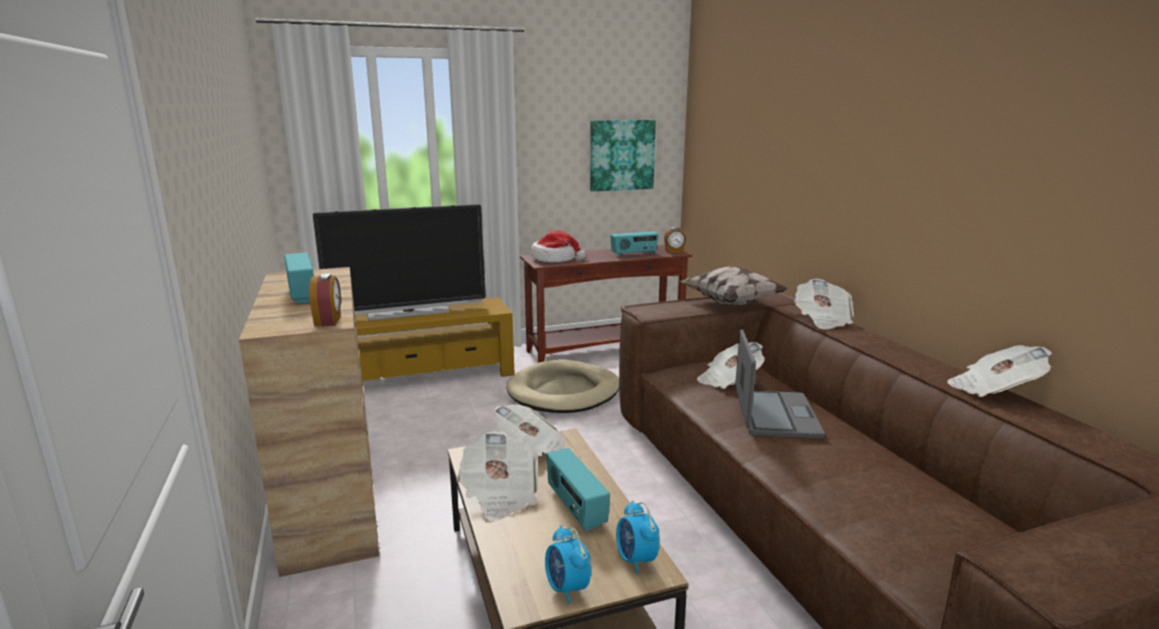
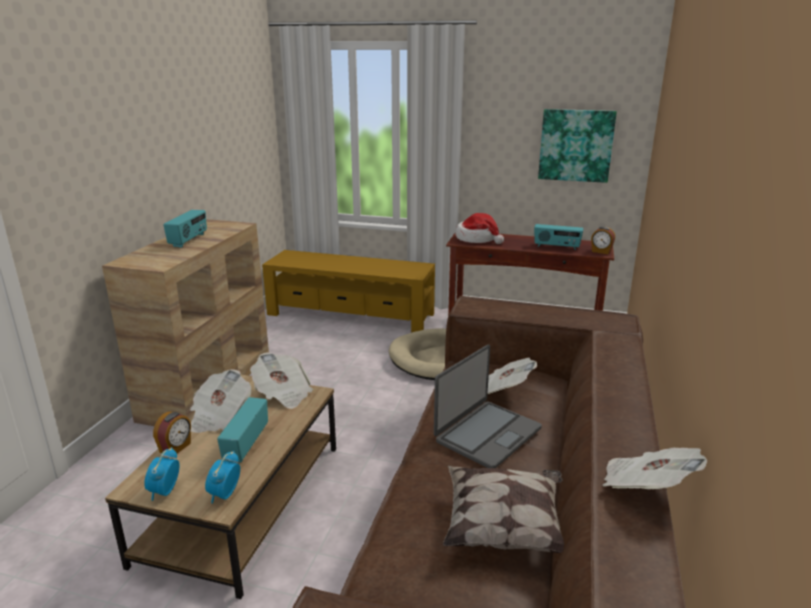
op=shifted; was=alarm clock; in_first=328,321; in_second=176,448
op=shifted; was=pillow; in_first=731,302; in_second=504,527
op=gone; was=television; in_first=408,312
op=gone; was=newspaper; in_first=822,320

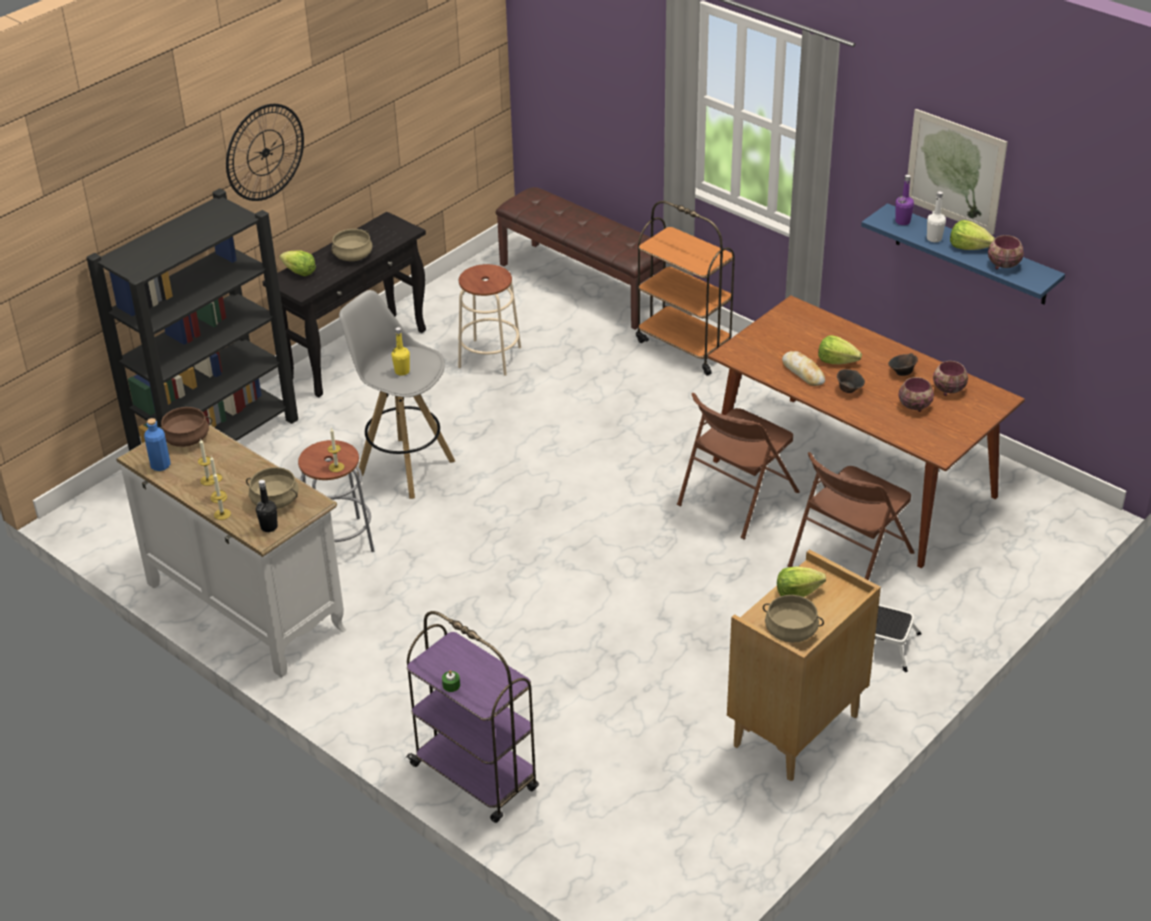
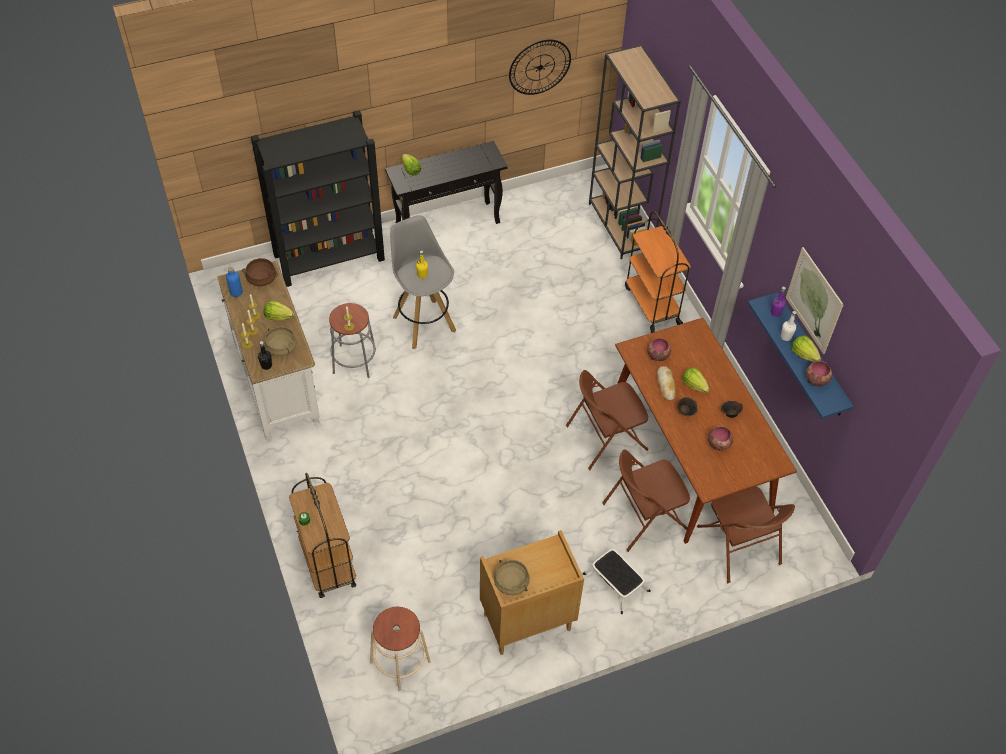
op=shifted; was=lettuce; in_first=797,592; in_second=278,316
op=repainted; was=purple cart; now=brown cart; in_first=475,779; in_second=327,563
op=shifted; was=beige stool; in_first=490,357; in_second=400,662
op=shifted; was=wall clock; in_first=265,152; in_second=540,67
op=swapped; was=brown bench; now=bookcase; in_first=584,284; in_second=621,226
op=shifted; was=bowl; in_first=947,389; in_second=657,355
op=new; now=brown chair; in_second=738,545
op=gone; was=beige cooking pot; in_first=353,256

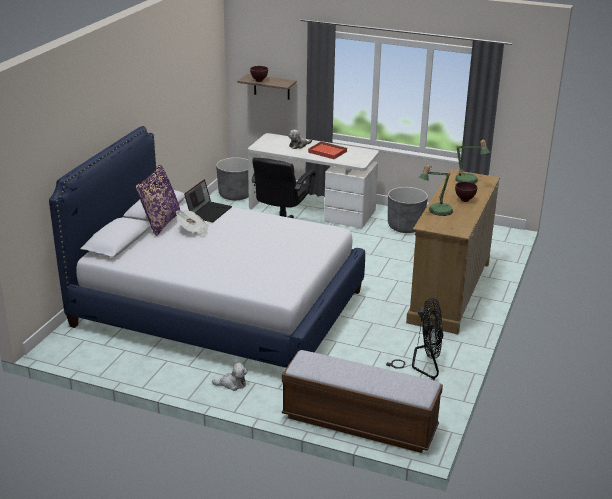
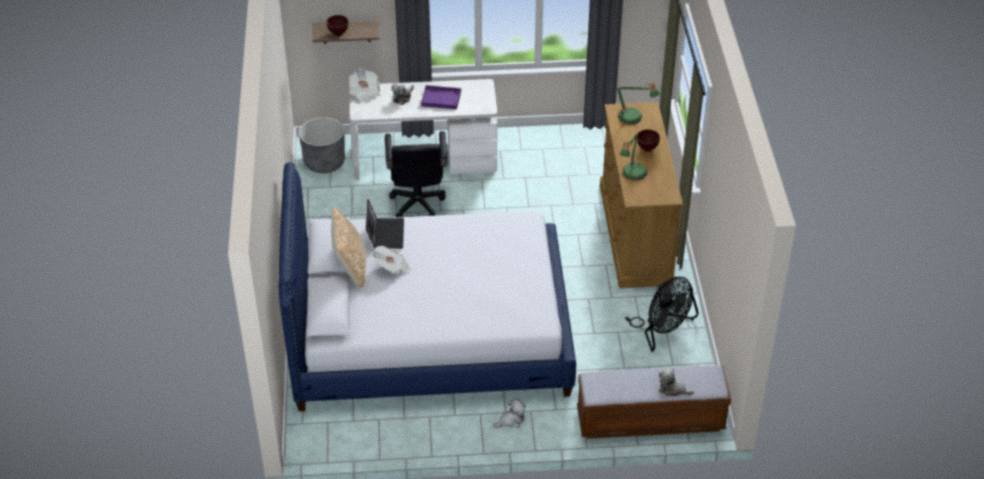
op=repainted; was=purple pillow; now=beige pillow; in_first=161,224; in_second=350,268
op=new; now=newspaper; in_second=365,93
op=repainted; was=red tray; now=purple tray; in_first=326,152; in_second=440,99
op=rotated; was=black fan; in_first=422,361; in_second=661,329; clockwise=60
op=new; now=plush toy; in_second=673,389
op=gone; was=grey planter; in_first=405,226

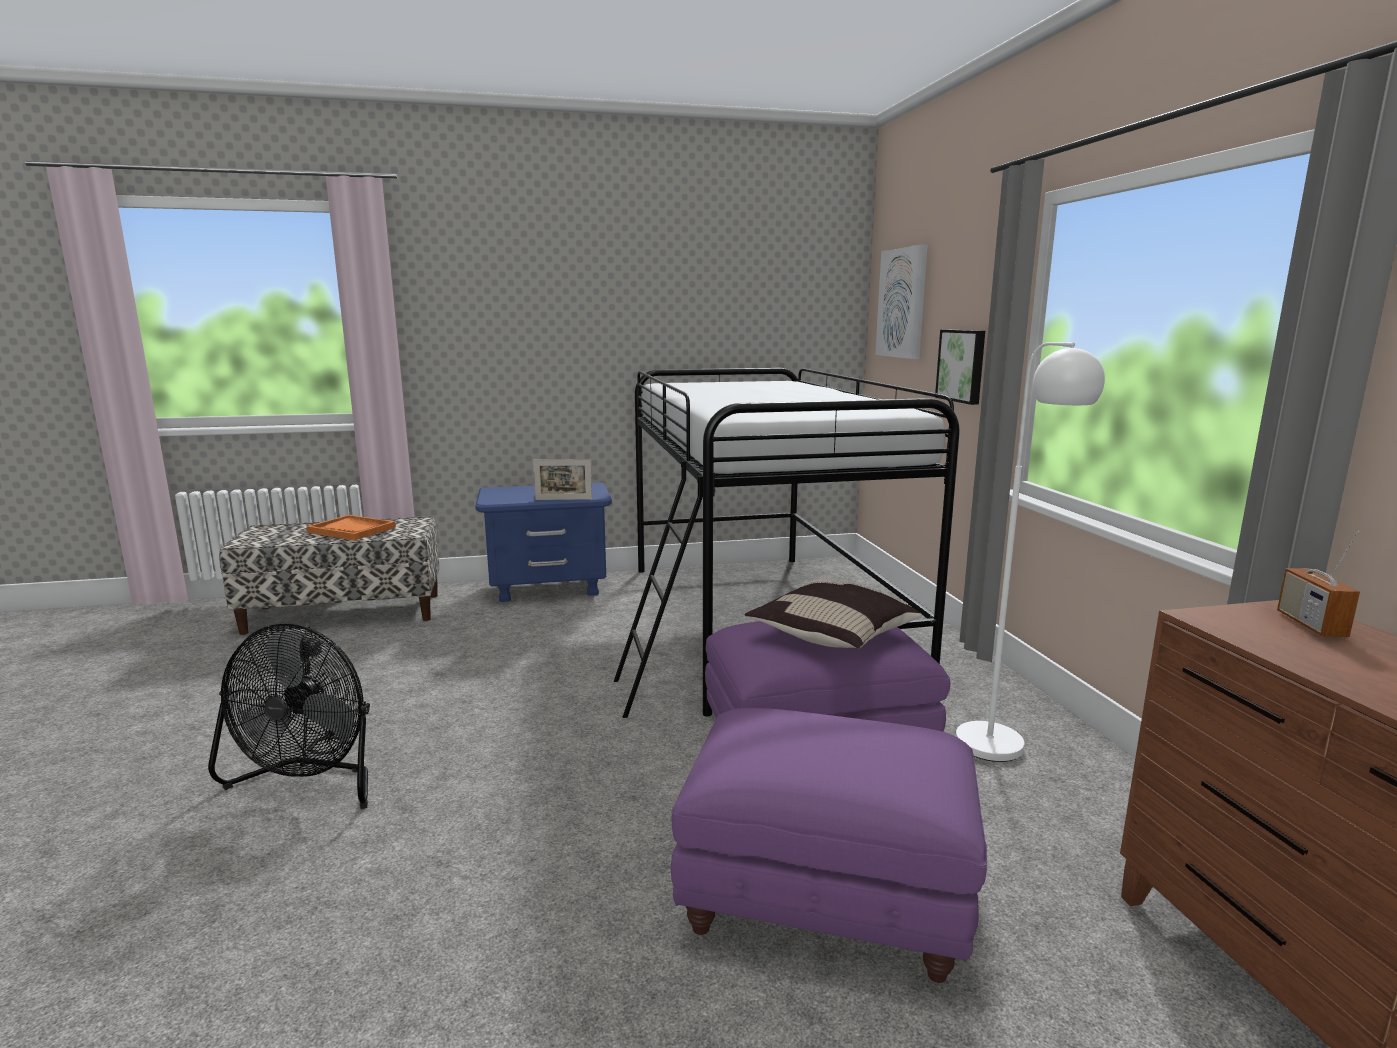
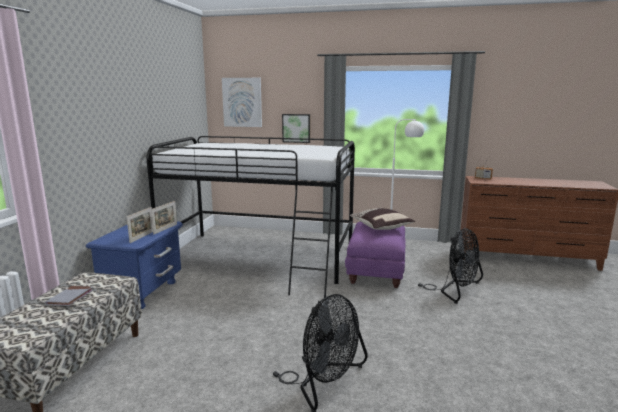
op=swapped; was=orange tray; now=grey book; in_first=352,530; in_second=70,298
op=new; now=picture frame; in_second=142,237
op=swapped; was=purple ottoman; now=black fan; in_first=827,898; in_second=454,290

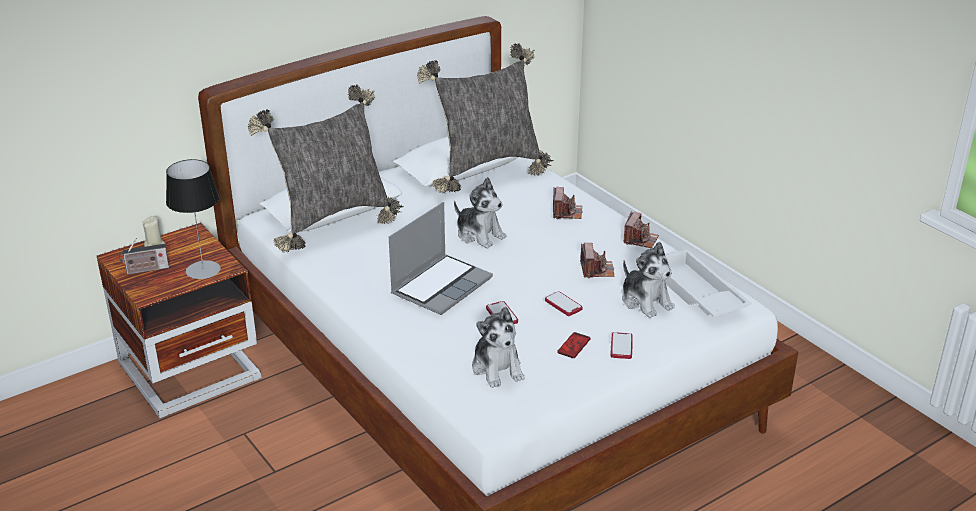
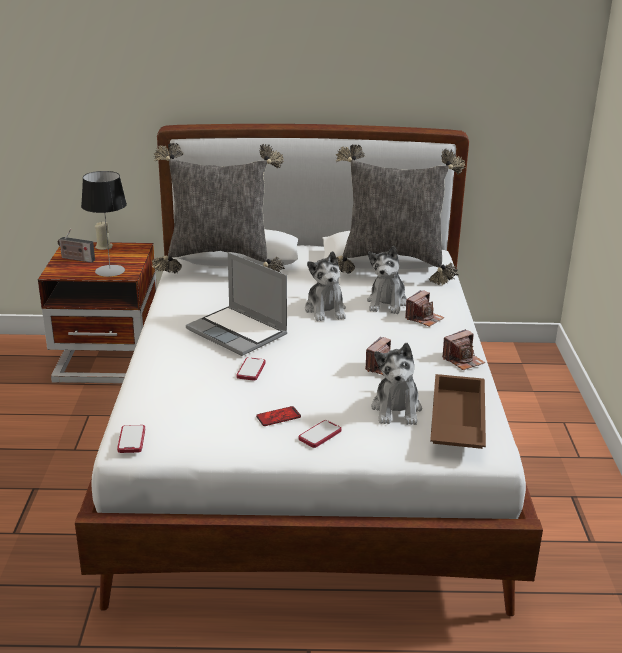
op=shifted; was=phone; in_first=563,305; in_second=131,440
op=rotated; was=laptop; in_first=441,285; in_second=238,332; clockwise=60
op=shifted; was=plush toy; in_first=497,368; in_second=387,303
op=repainted; was=white tray; now=brown tray; in_first=696,293; in_second=455,421

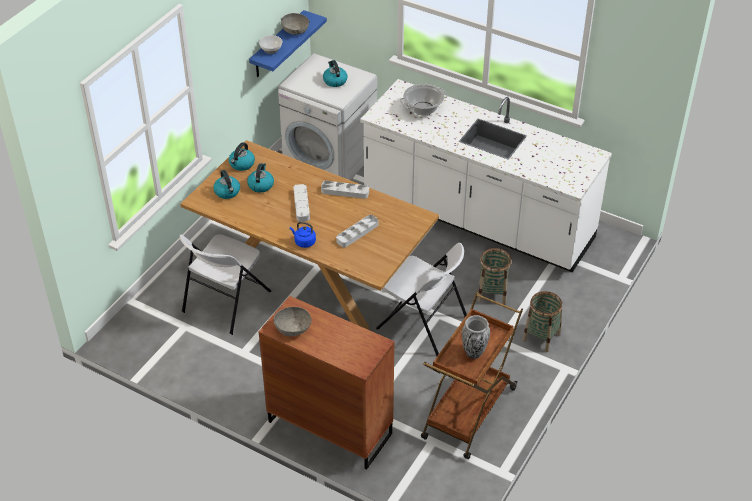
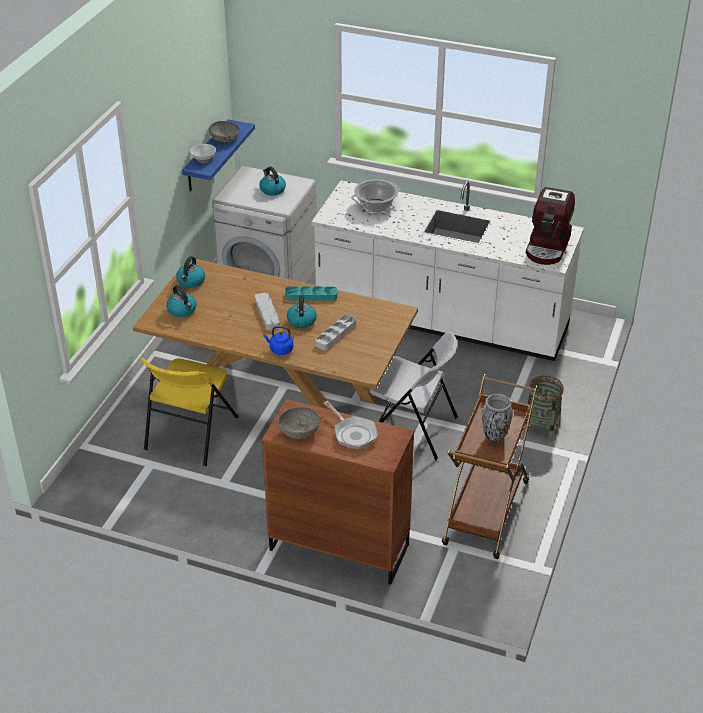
op=repainted; was=white chair; now=yellow chair; in_first=226,301; in_second=191,433
op=repainted; was=grey tray; now=turquoise tray; in_first=345,191; in_second=311,296
op=shifted; was=kettle; in_first=261,185; in_second=301,320
op=new; now=frying pan; in_second=353,433
op=new; now=coffee machine; in_second=548,247
op=gone; was=basket; in_first=492,293

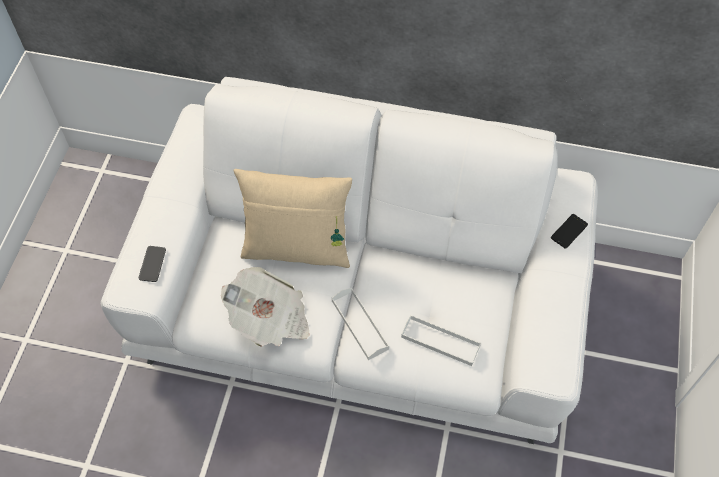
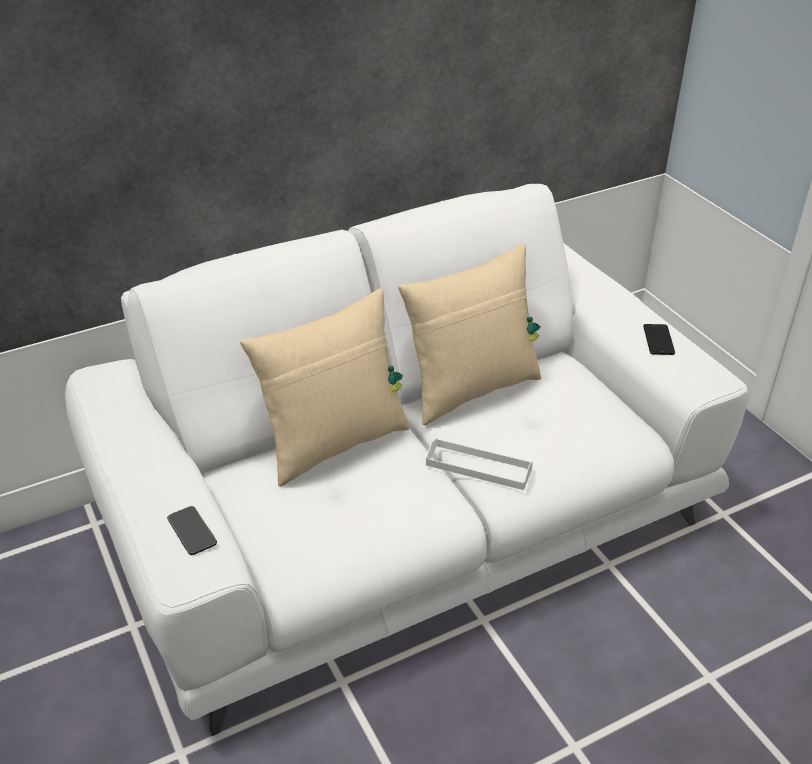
op=new; now=beige pillow; in_second=471,390
op=shifted; was=phone; in_first=569,231; in_second=658,340
op=gone; was=newspaper; in_first=270,319
op=gone; was=white tray; in_first=440,341

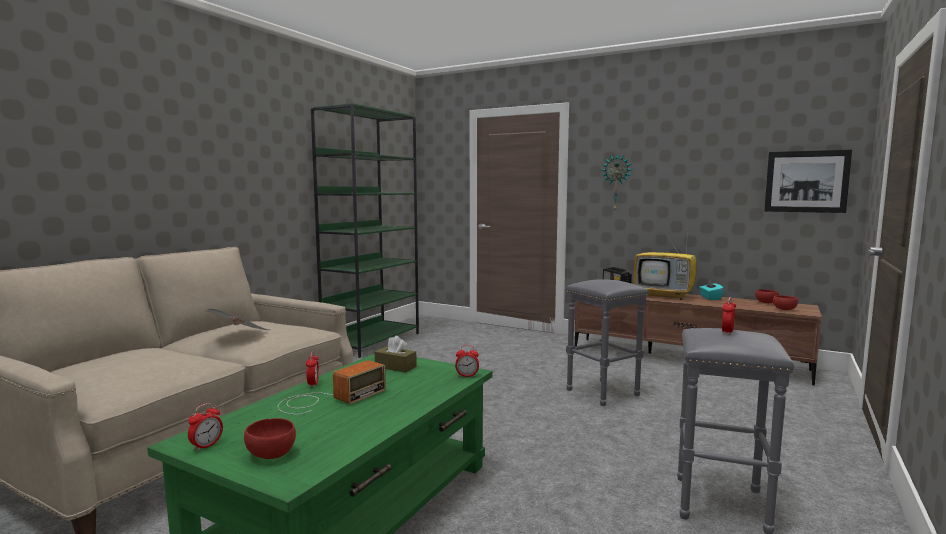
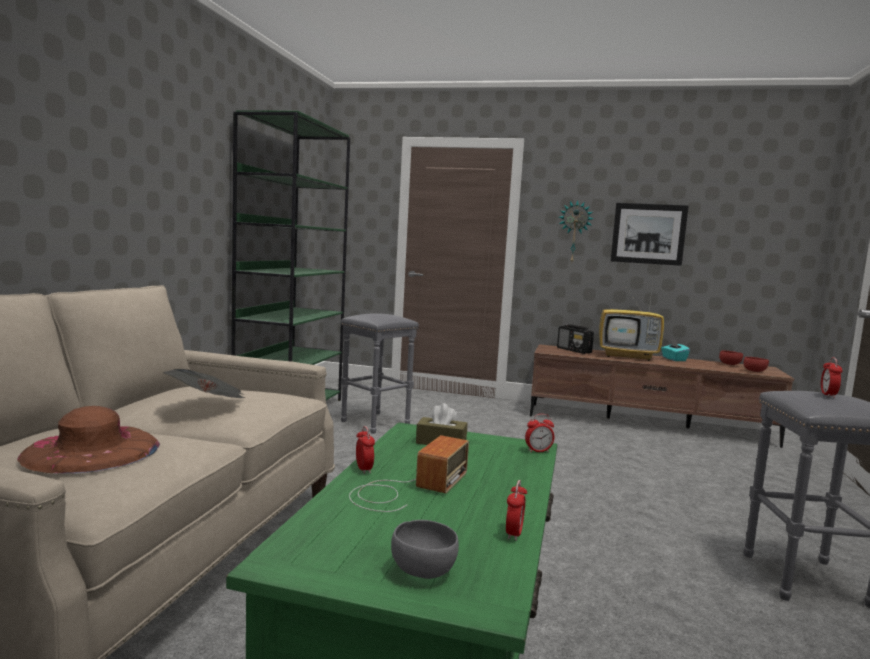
op=new; now=brown hat; in_second=92,450
op=shifted; was=grey stool; in_first=602,391; in_second=375,422
op=repainted; was=red bowl; now=grey bowl; in_first=271,454; in_second=423,571
op=shifted; was=alarm clock; in_first=206,446; in_second=514,534
op=shifted; was=picture; in_first=806,181; in_second=648,234

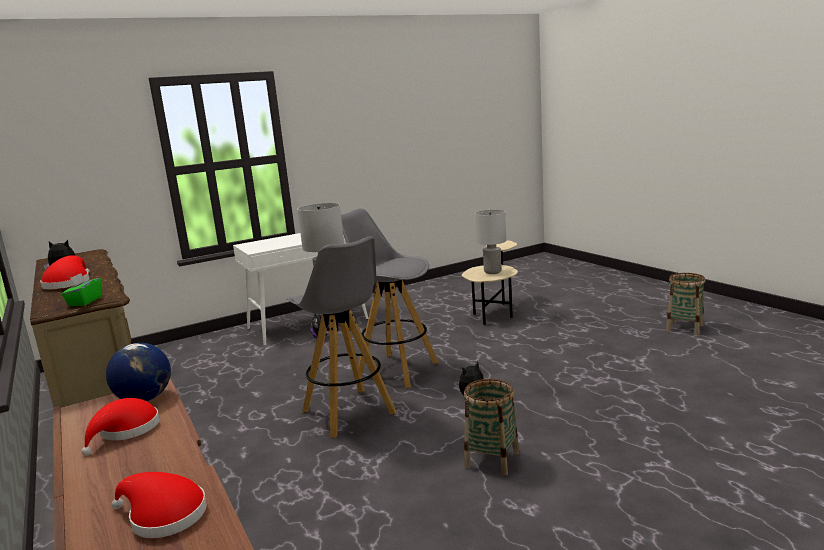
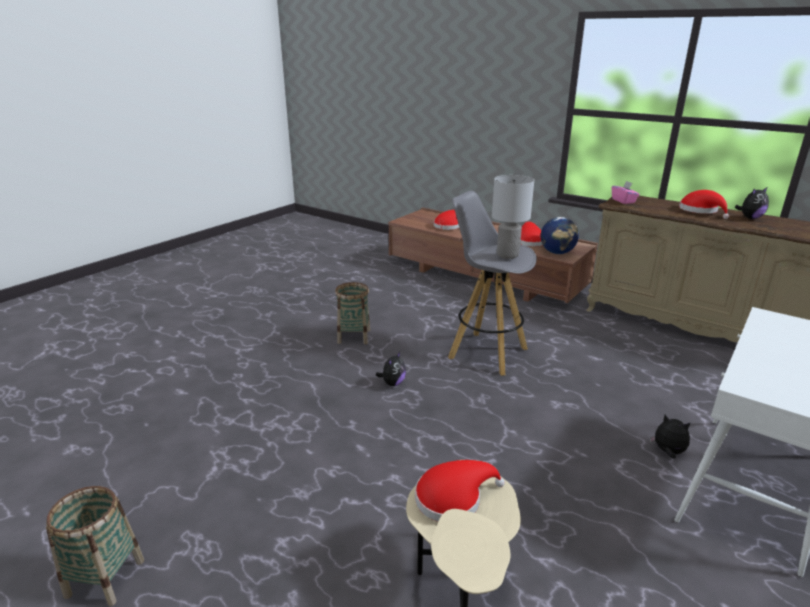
op=swapped; was=grey table lamp; now=red hat; in_first=493,273; in_second=453,498
op=repainted; was=green tissue box; now=pink tissue box; in_first=85,301; in_second=623,201
op=gone; was=grey stool; in_first=396,370

